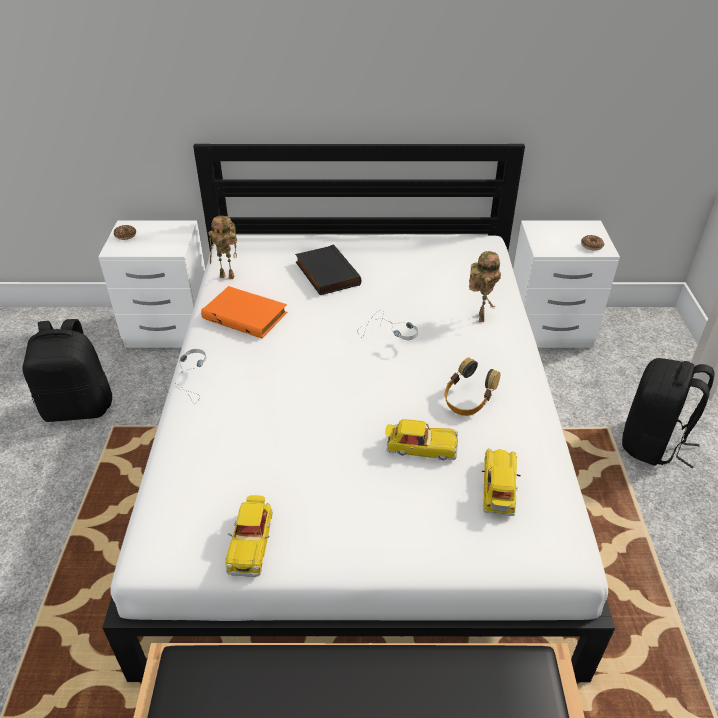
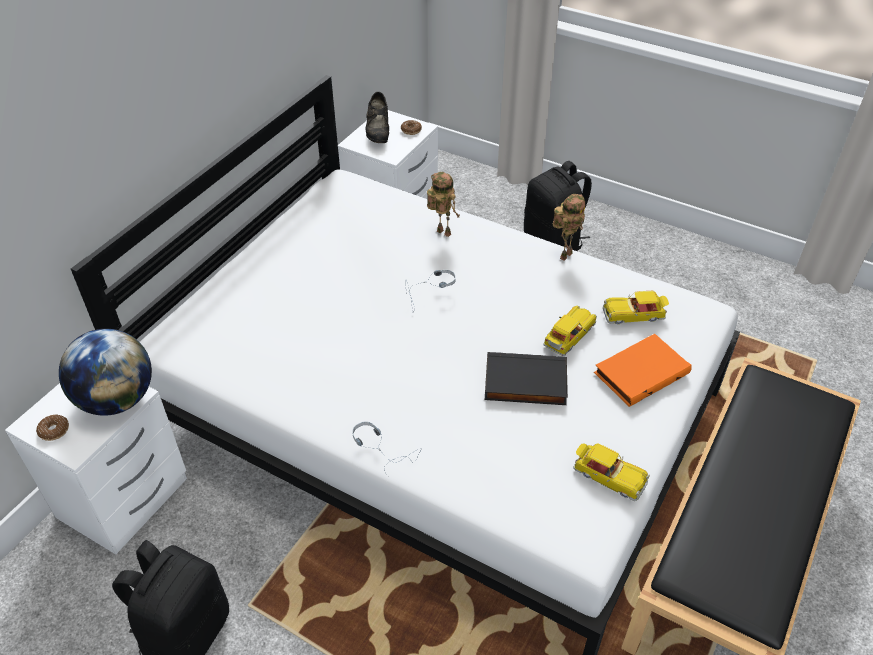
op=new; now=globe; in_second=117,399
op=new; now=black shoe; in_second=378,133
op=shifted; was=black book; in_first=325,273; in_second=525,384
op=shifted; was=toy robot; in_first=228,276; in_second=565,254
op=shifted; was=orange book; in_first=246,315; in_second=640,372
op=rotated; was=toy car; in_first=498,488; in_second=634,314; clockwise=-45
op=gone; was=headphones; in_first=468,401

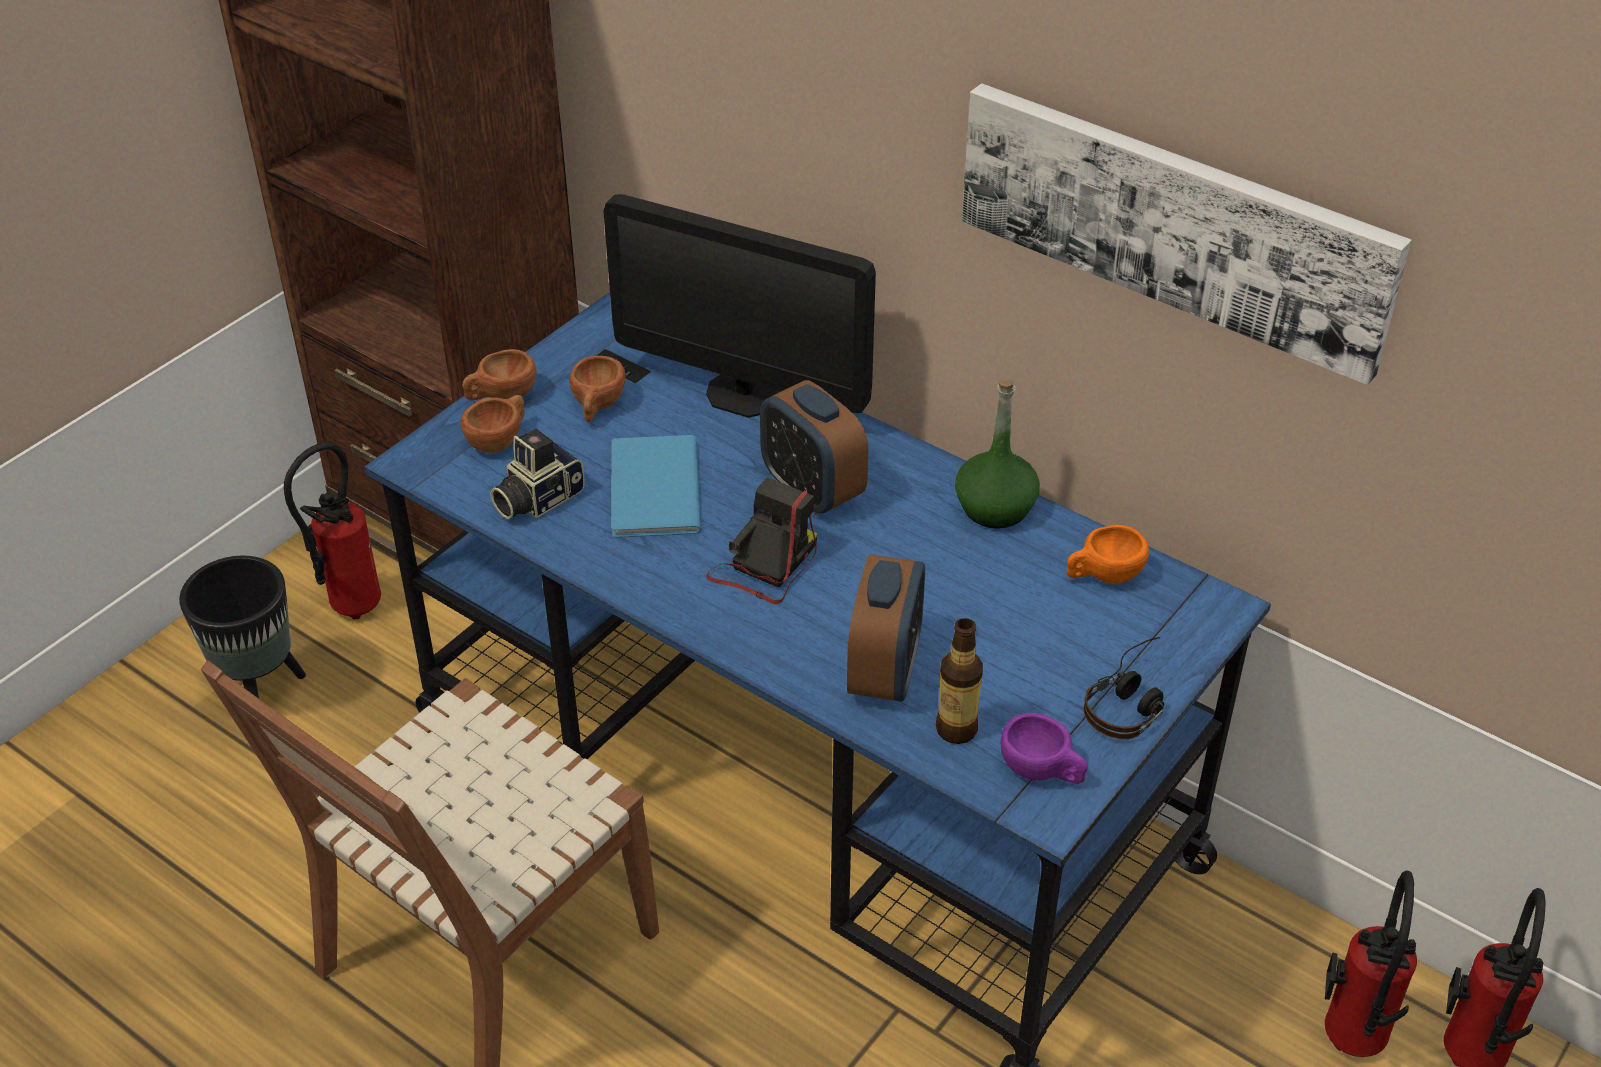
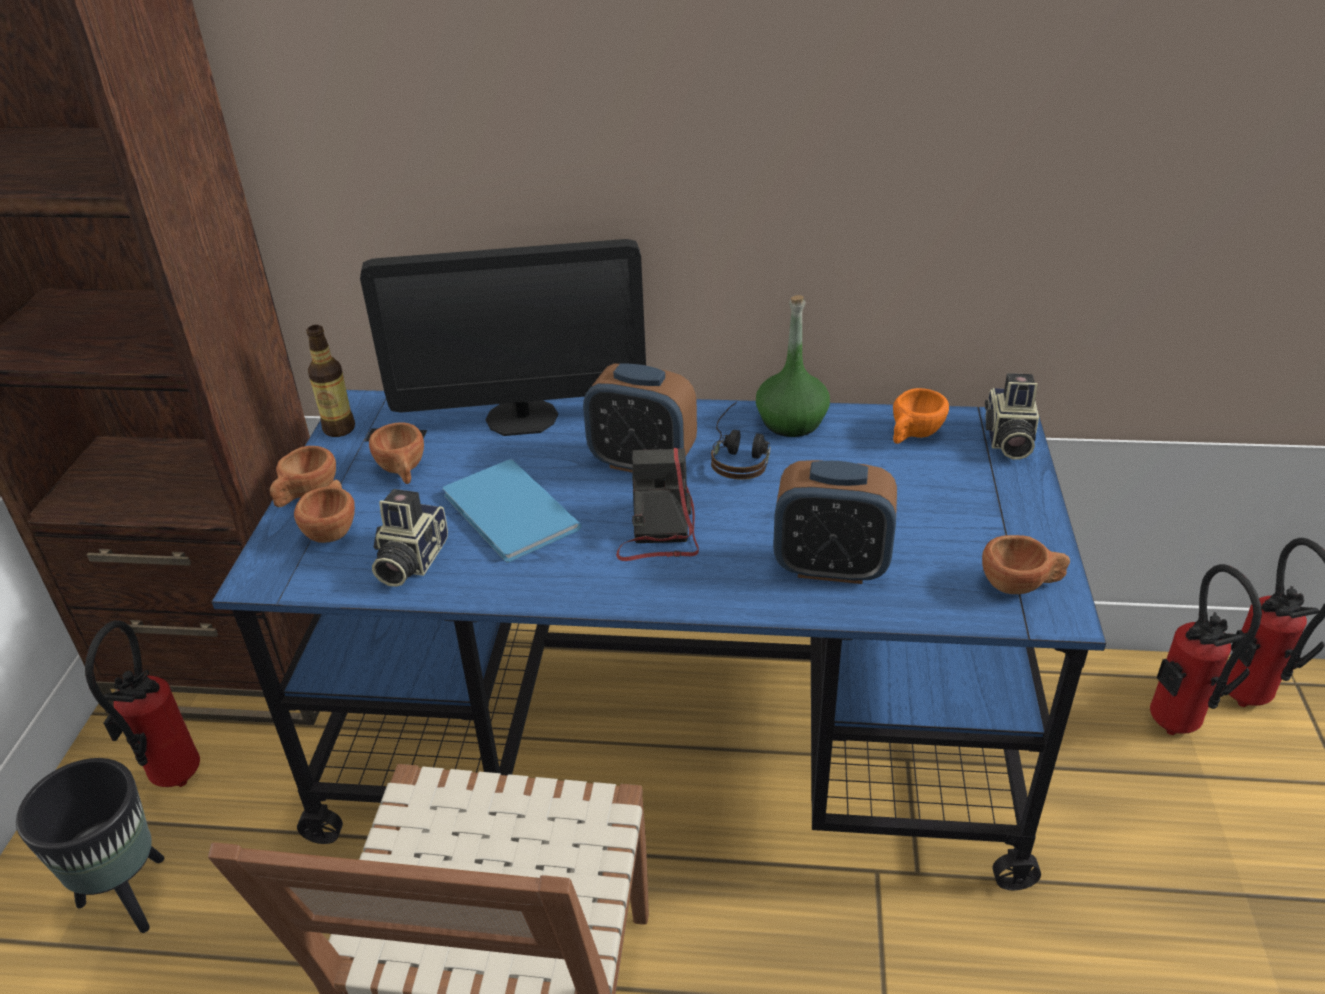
op=shifted; was=bottle; in_first=956,729; in_second=339,429
op=shifted; was=headphones; in_first=1131,701; in_second=741,454
op=rotated; was=alarm clock; in_first=884,671; in_second=831,567; clockwise=120
op=repainted; was=purple cup; now=brown cup; in_first=1042,771; in_second=1021,585
op=new; now=photo camera; in_second=1007,440
op=gone; was=picture; in_first=1174,224

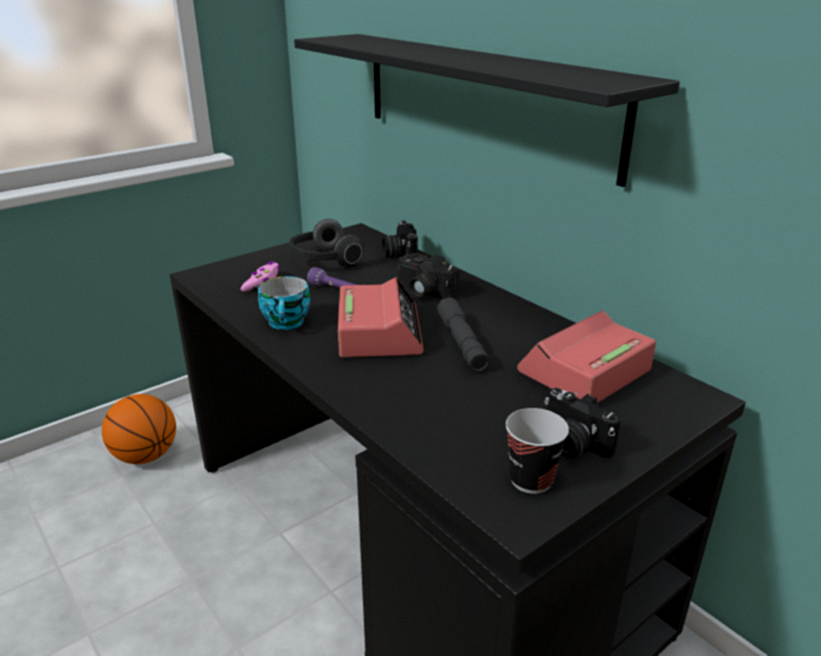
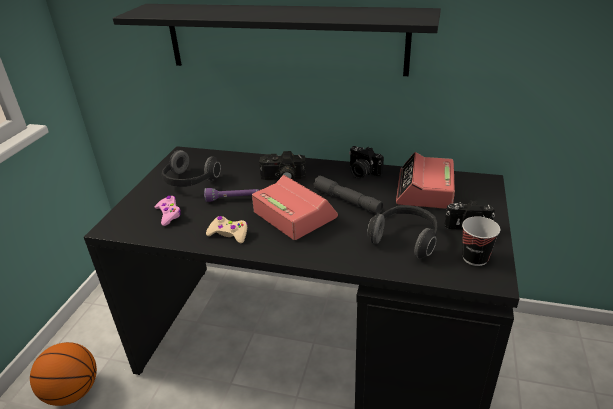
op=swapped; was=cup; now=beige game controller; in_first=287,323; in_second=229,234
op=shifted; was=photo camera; in_first=399,255; in_second=362,172
op=new; now=headphones; in_second=405,239

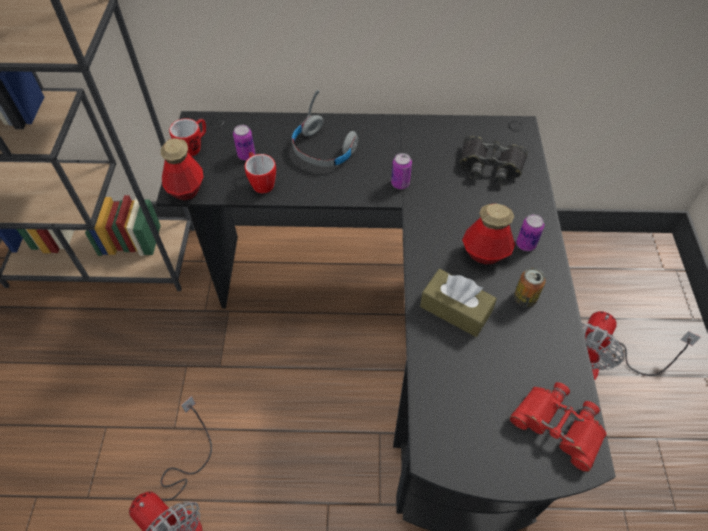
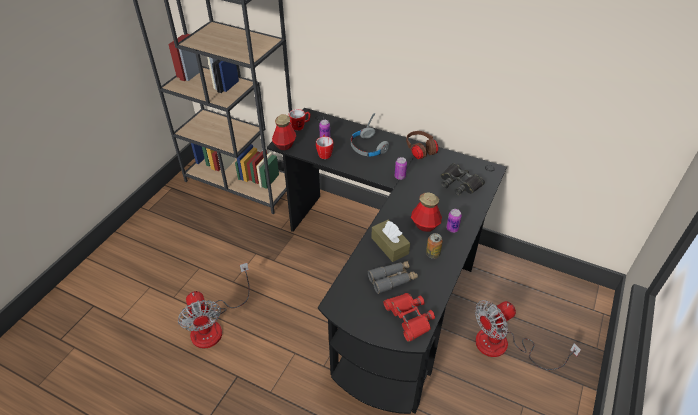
op=new; now=grey binoculars; in_second=392,279
op=new; now=brown headphones; in_second=420,151

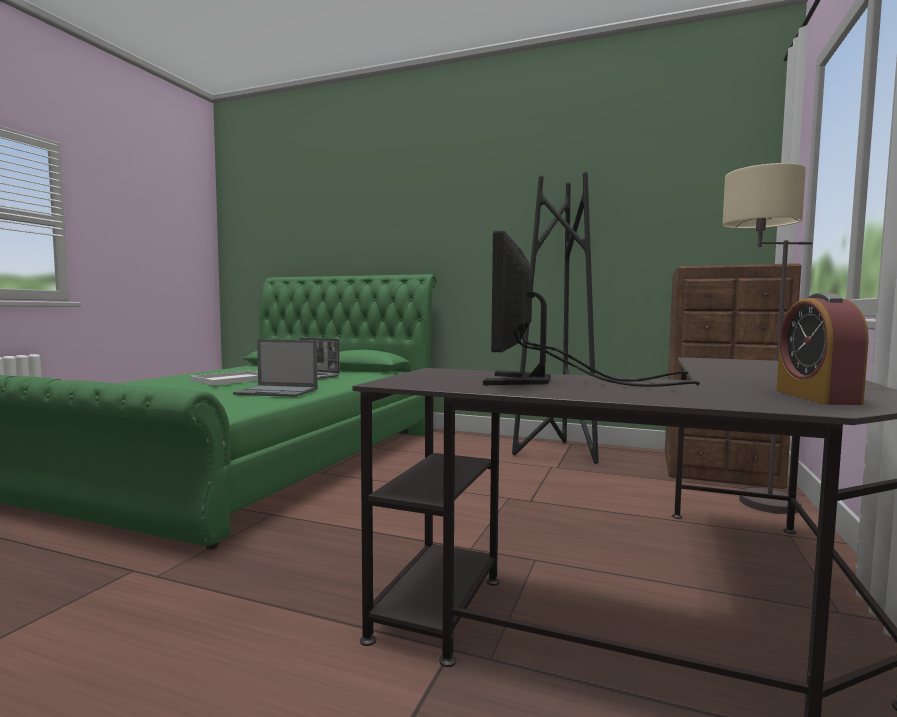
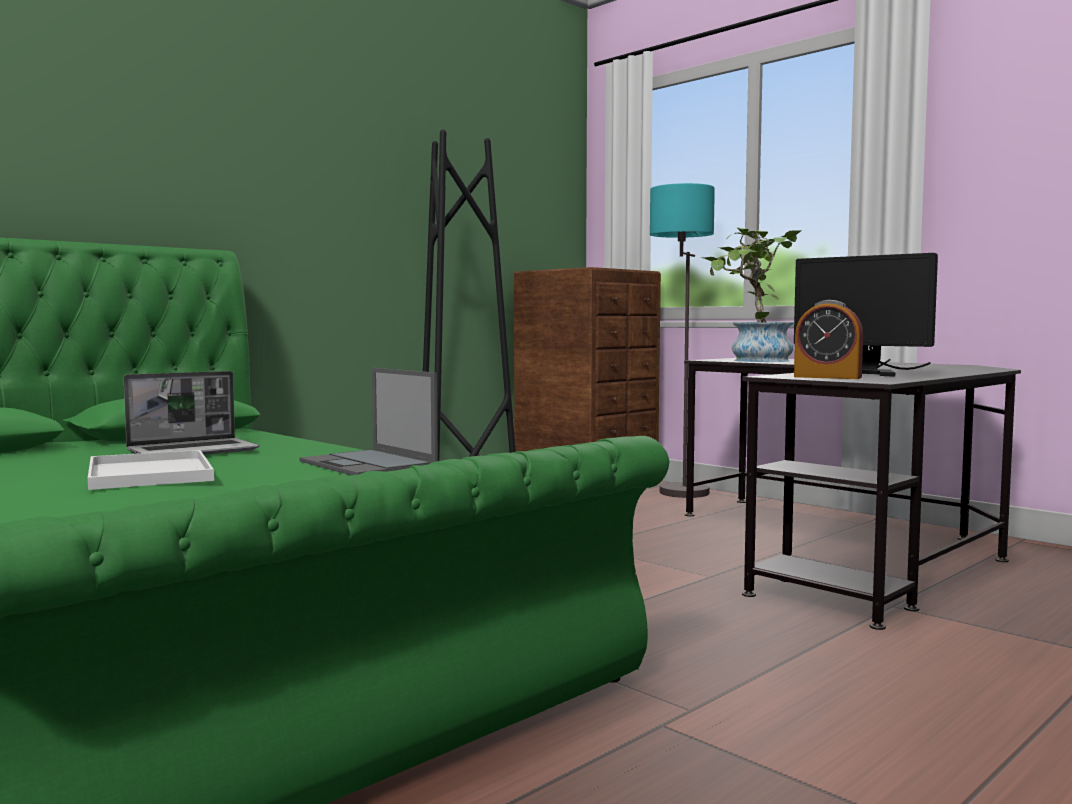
op=rotated; was=laptop; in_first=278,391; in_second=369,464; clockwise=105
op=repainted; was=beige floor lamp; now=turquoise floor lamp; in_first=752,503; in_second=680,495
op=new; now=potted plant; in_second=752,360
op=shifted; was=alarm clock; in_first=816,397; in_second=827,377

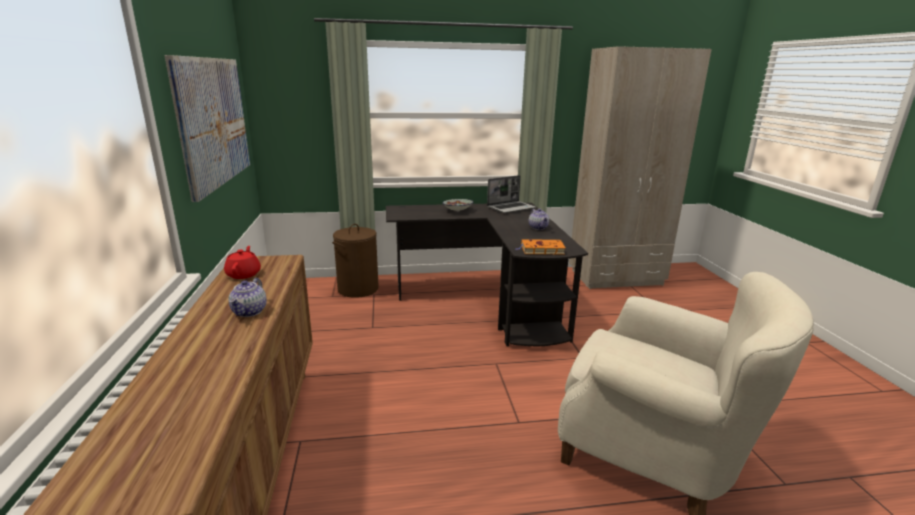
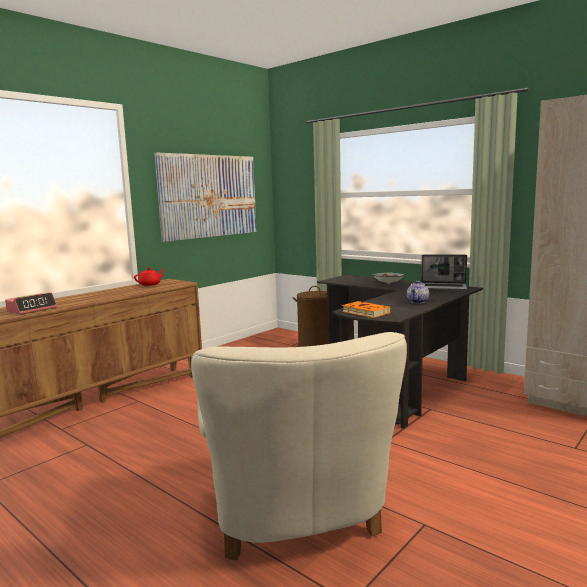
op=new; now=alarm clock; in_second=32,309
op=gone; was=teapot; in_first=250,312

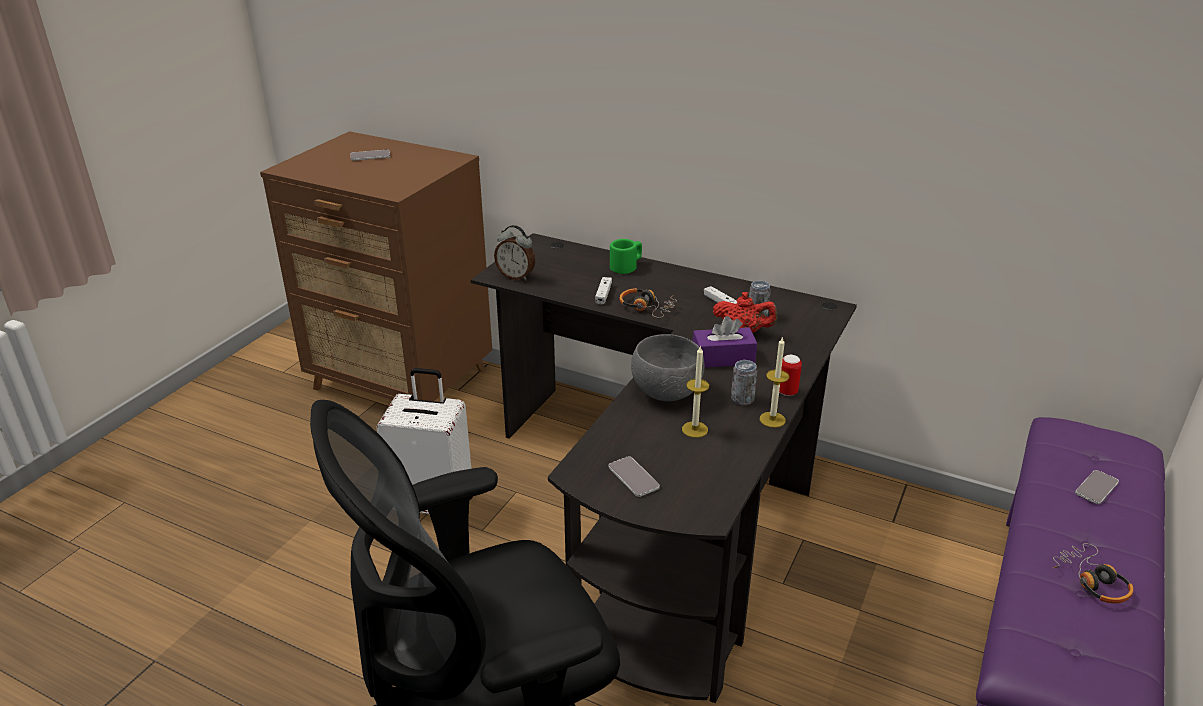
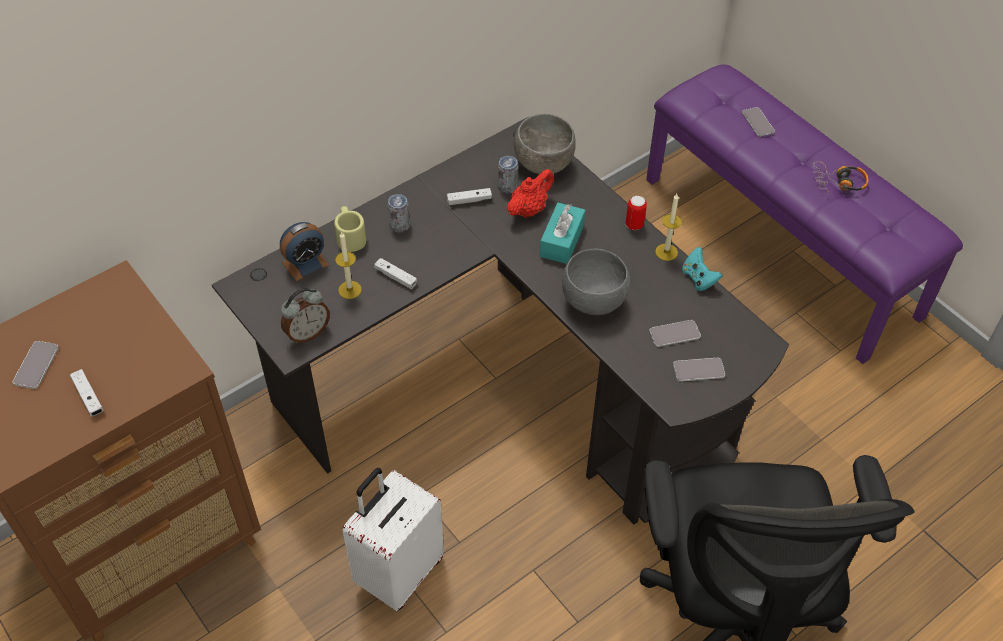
op=new; now=white game controller; in_second=88,397
op=new; now=alarm clock; in_second=305,263
op=repainted; was=green mug; now=beige mug; in_first=627,266; in_second=350,237
op=shifted; was=candle; in_first=694,429; in_second=350,290
op=shifted; was=can; in_first=742,399; in_second=399,225
op=new; now=grey bowl; in_second=542,164
op=repainted; was=purple tissue box; now=turquoise tissue box; in_first=723,358; in_second=562,241
op=new; now=phone; in_second=674,334
op=new; now=turquoise game controller; in_second=699,278
op=gone; was=headphones; in_first=647,308

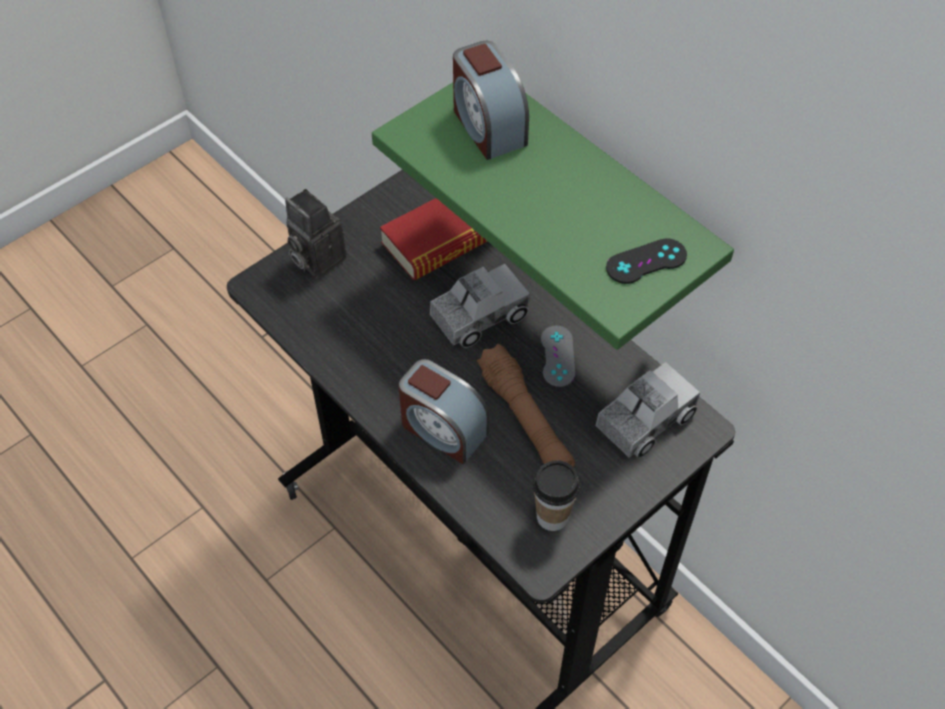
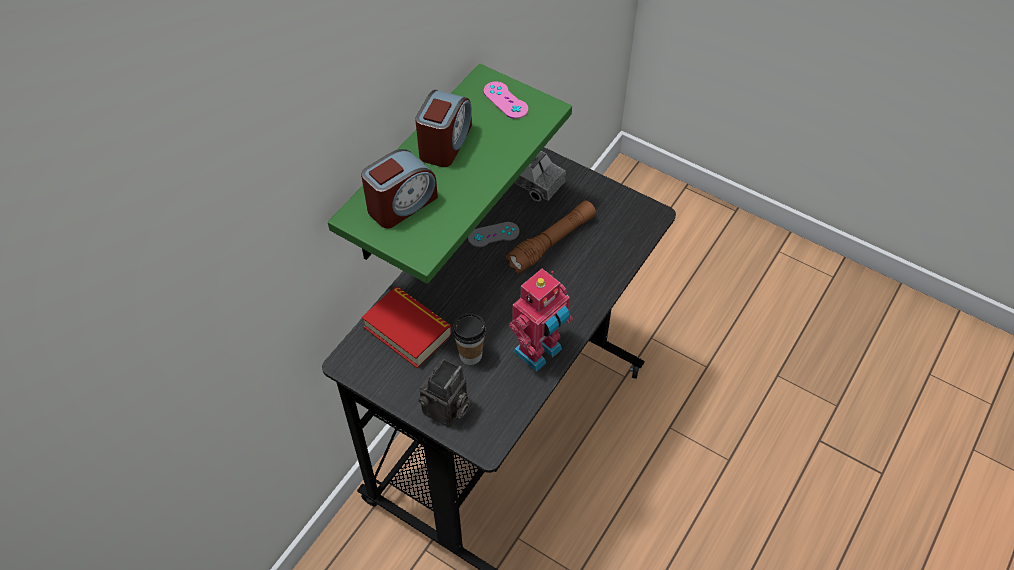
op=shifted; was=alarm clock; in_first=442,429; in_second=445,143
op=shifted; was=cup; in_first=552,517; in_second=470,355
op=repainted; was=black game controller; now=pink game controller; in_first=646,261; in_second=505,100
op=new; now=toy robot; in_second=540,352
op=gone; was=toy truck; in_first=479,316

